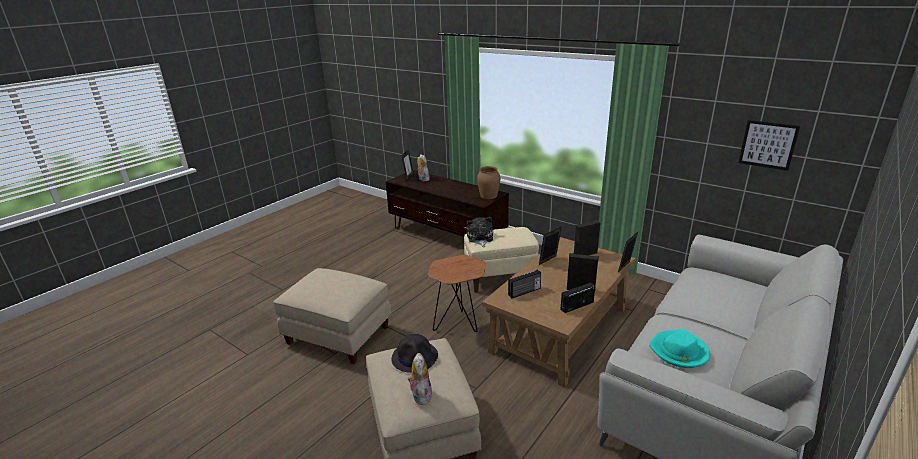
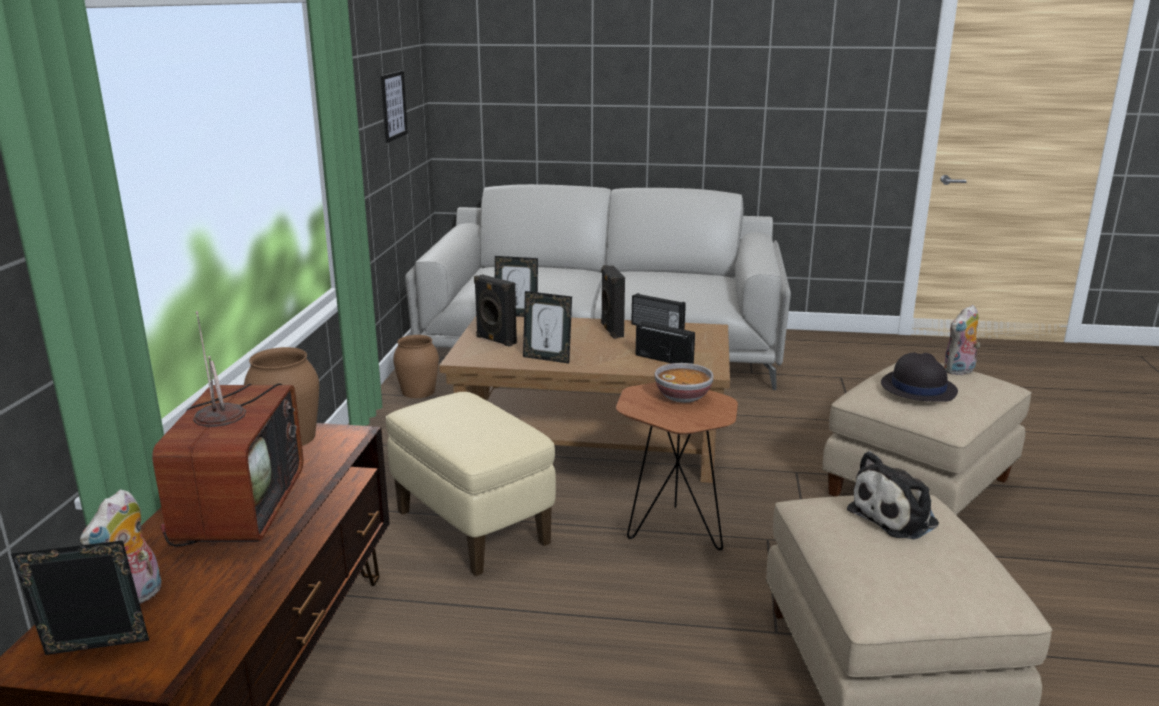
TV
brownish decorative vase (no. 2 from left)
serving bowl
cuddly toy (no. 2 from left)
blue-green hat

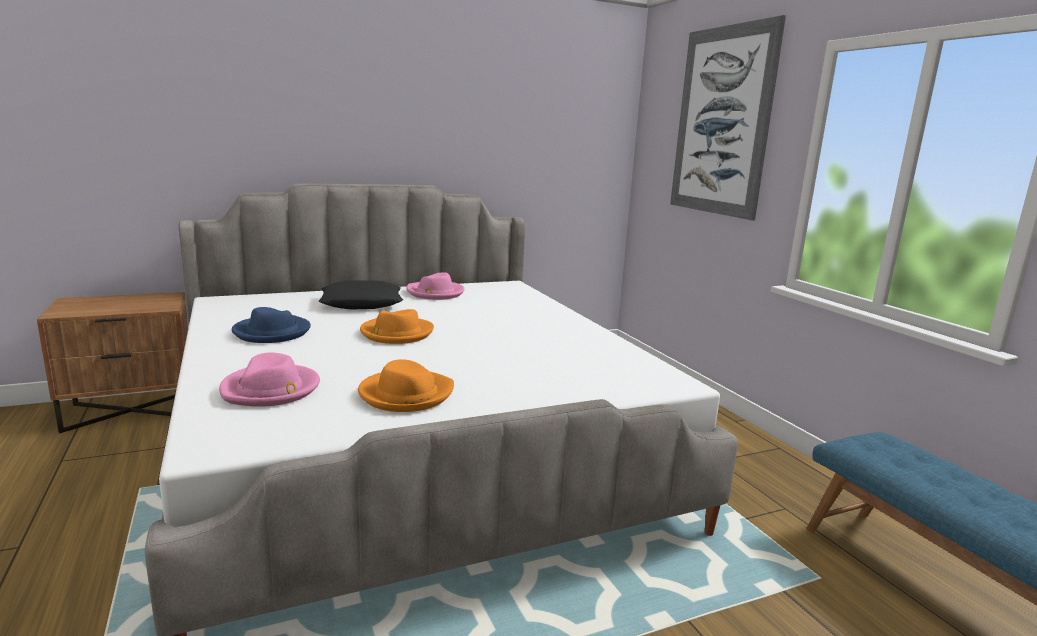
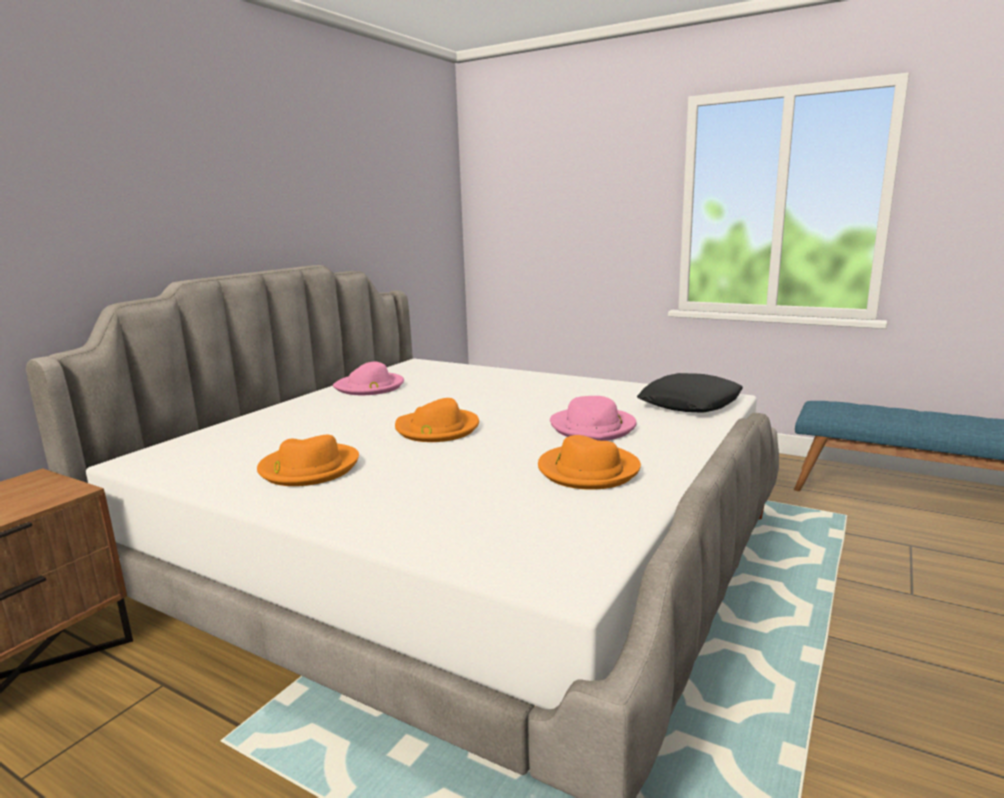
orange hat (no. 1 from left)
pink-coloured hat (no. 2 from left)
black pillow
picture

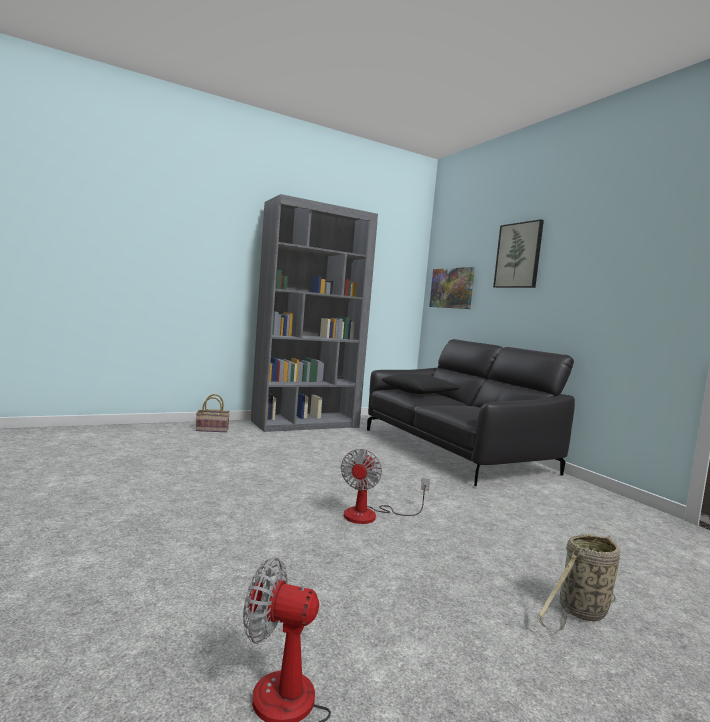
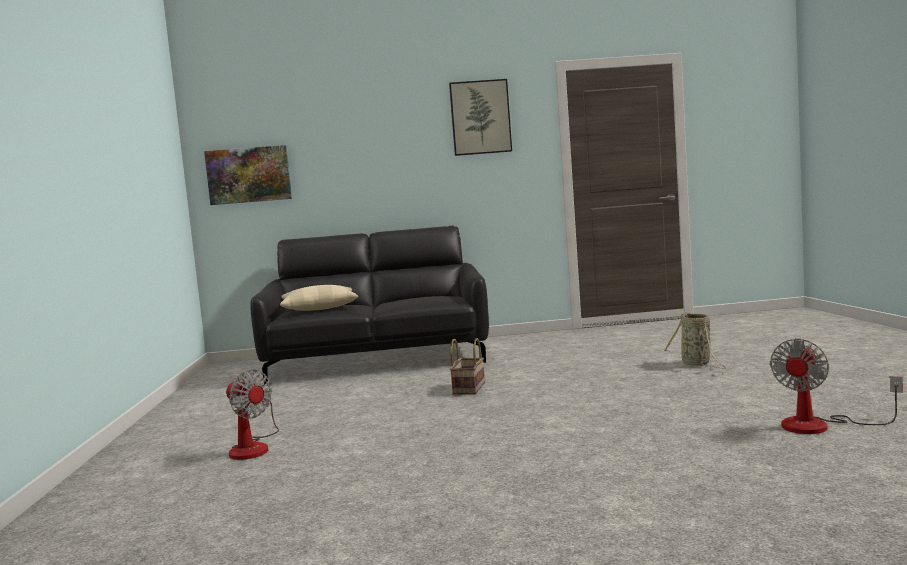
electric fan (no. 1 from left)
beige-coloured pillow
picture (no. 2 from left)
basket (no. 1 from left)
grey shelving unit

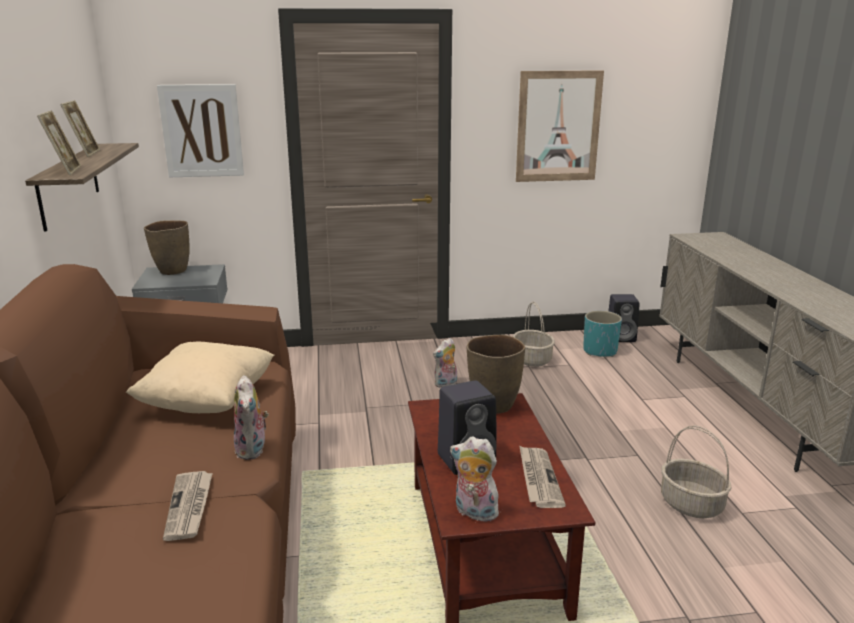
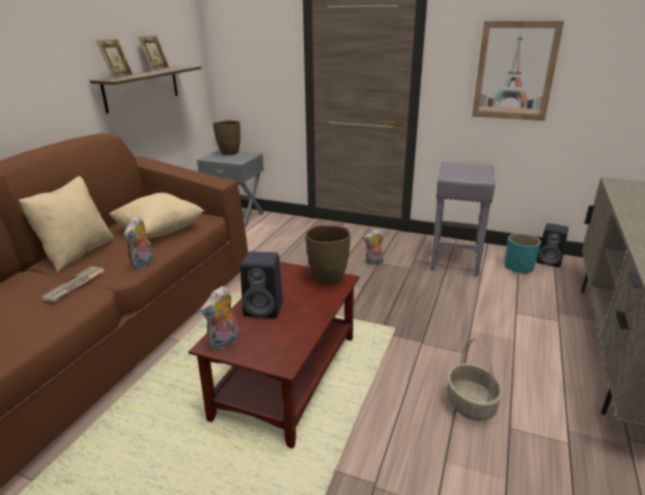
beige-coloured pillow (no. 1 from left)
cuddly toy (no. 2 from left)
grey stool
picture (no. 1 from left in the first image)
newspaper (no. 2 from left in the first image)

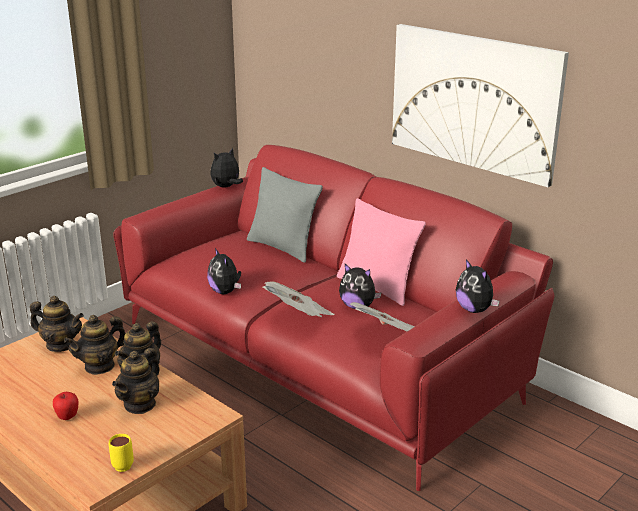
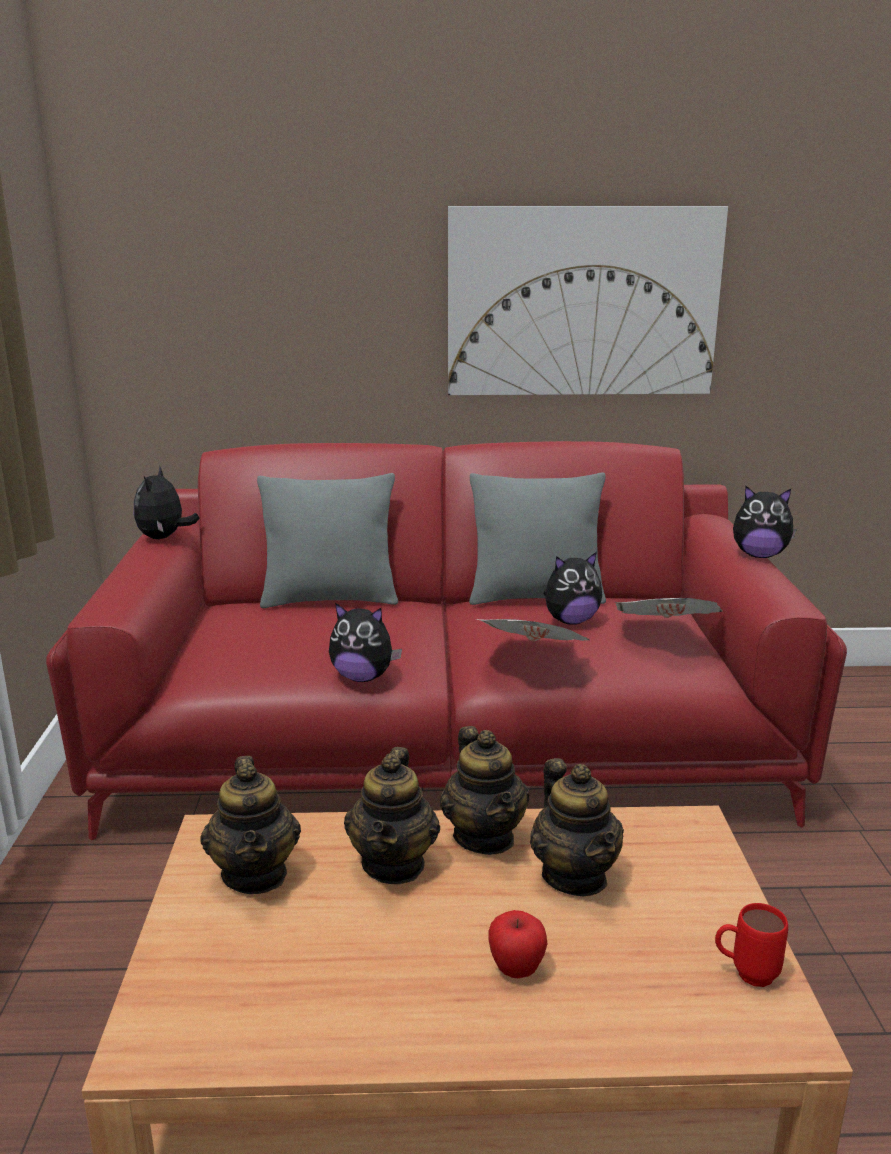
pot for tea (no. 1 from left)
grey pillow (no. 2 from left)
red mug

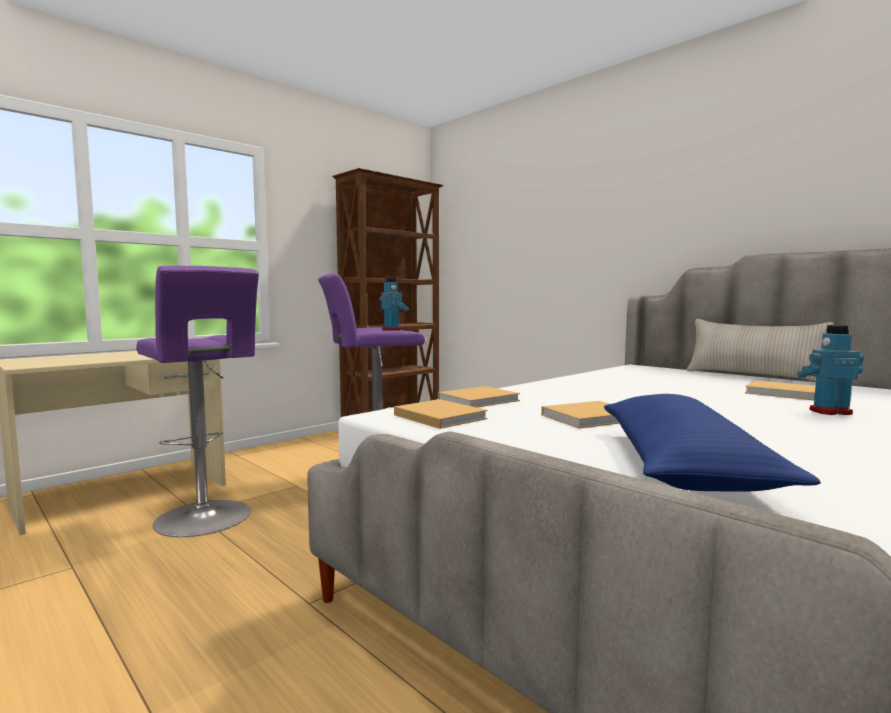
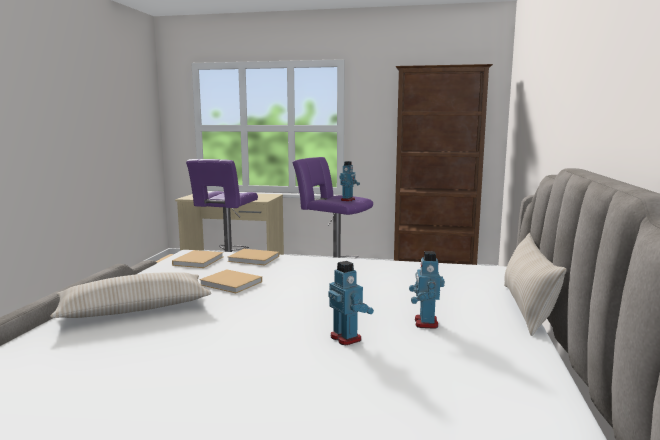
beige-coloured pillow (no. 1 from left)
robot figure (no. 3 from left)

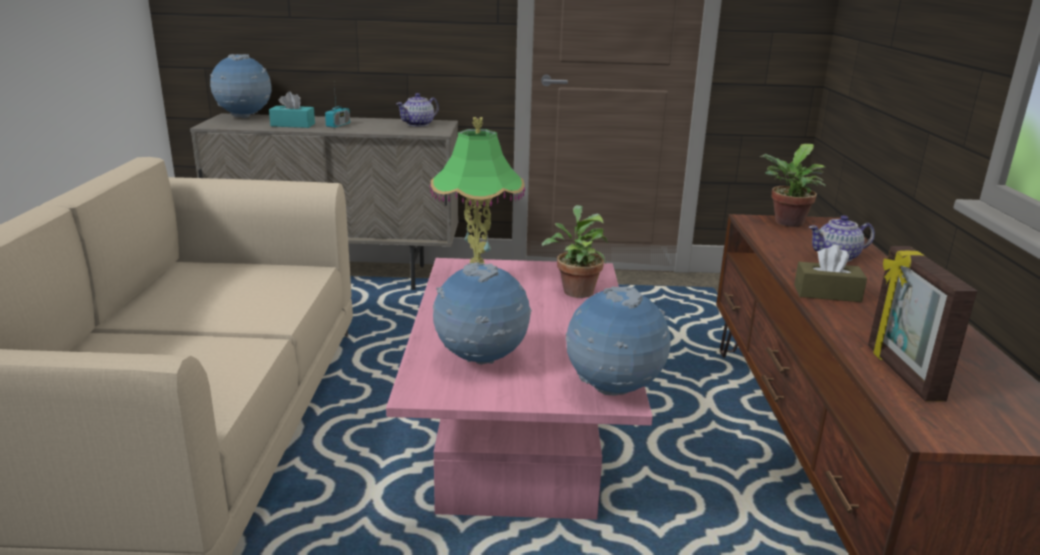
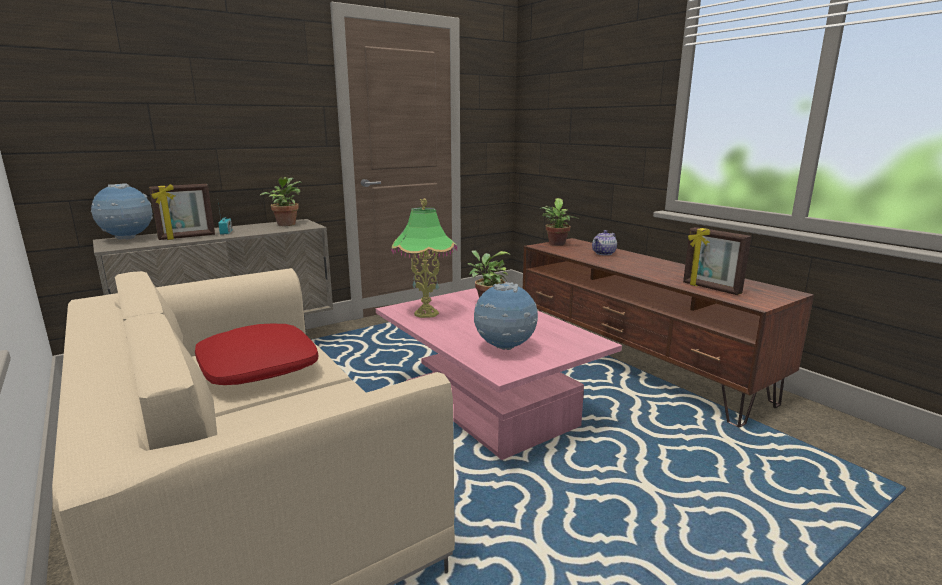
picture frame (no. 1 from left)
red pillow
houseplant (no. 1 from left)
world globe (no. 3 from left in the first image)
brownish tissue box

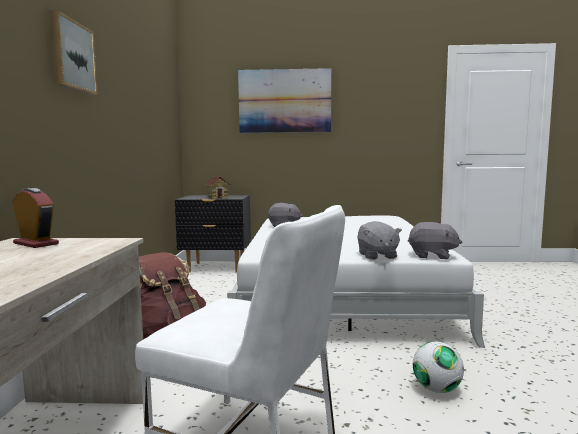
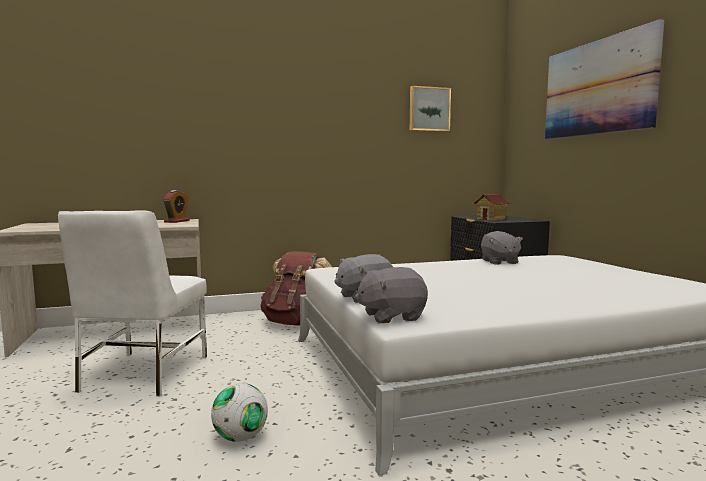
grey cuddly toy (no. 2 from left)
picture (no. 1 from left)

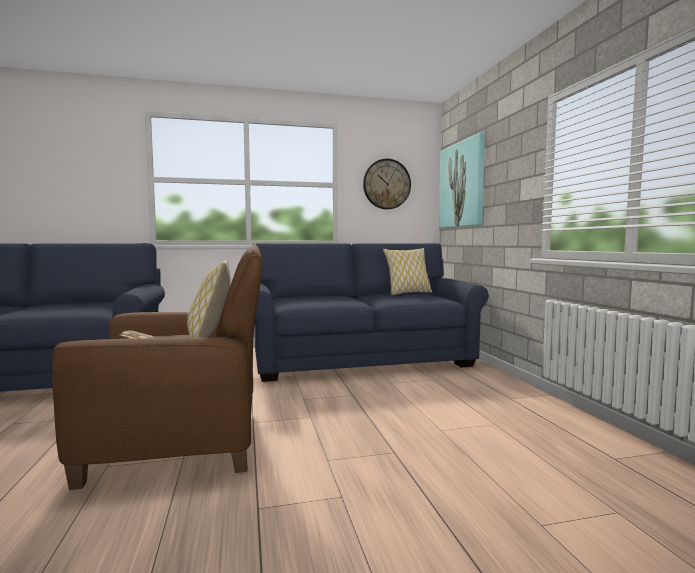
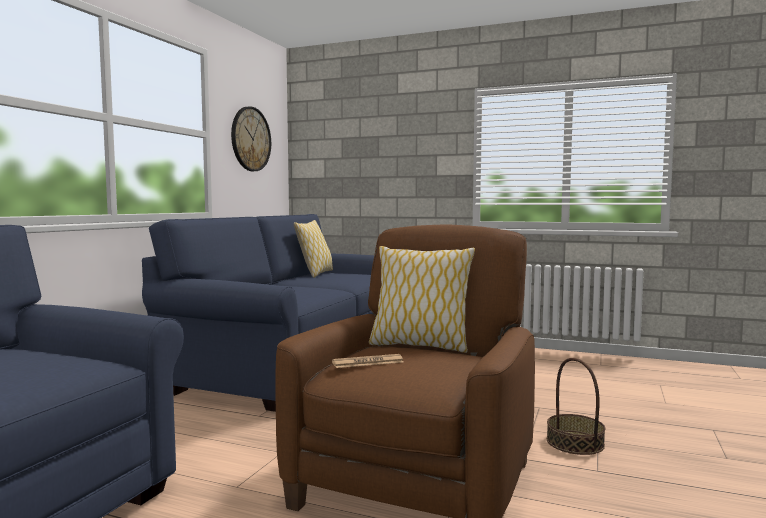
basket
picture

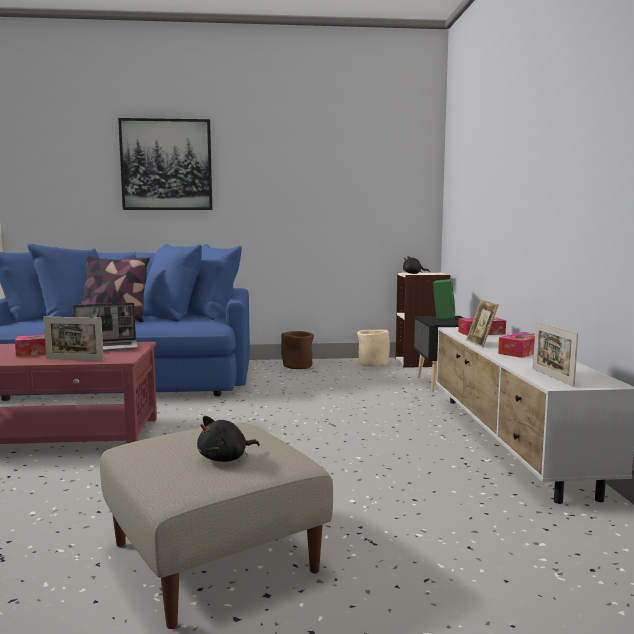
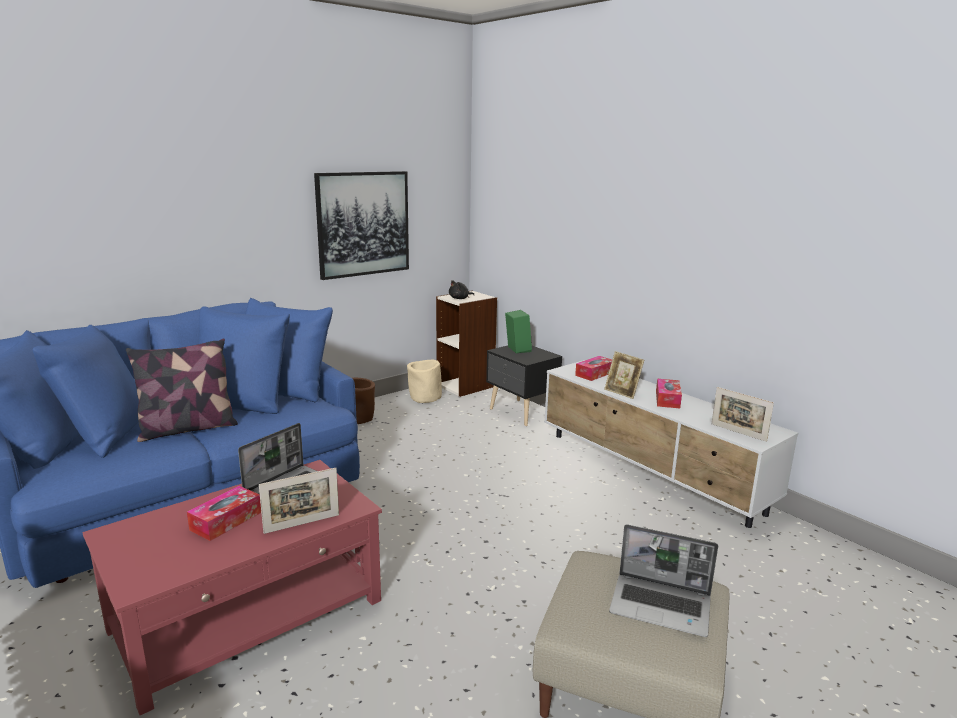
picture
notebook computer (no. 2 from left)

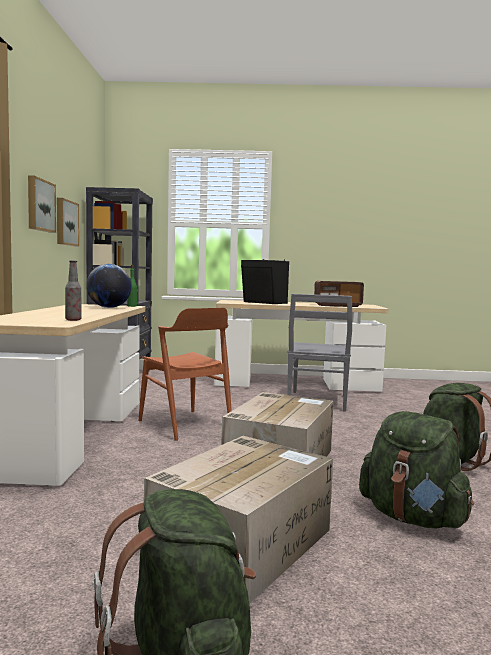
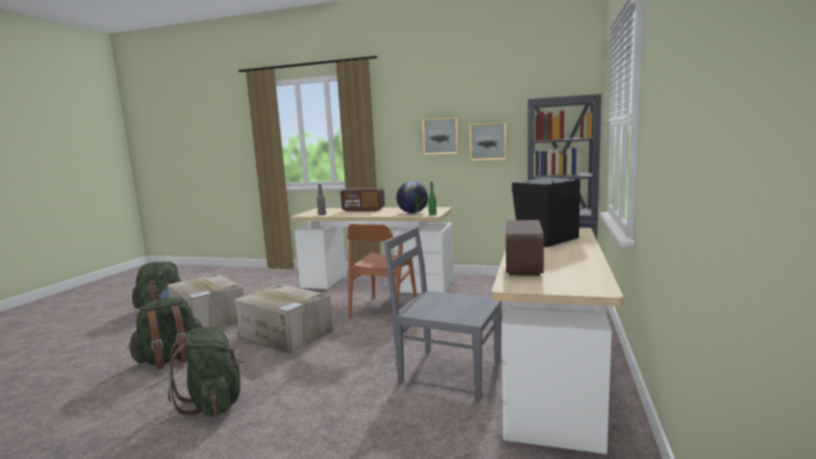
radio (no. 1 from left)
brownish plain chair

